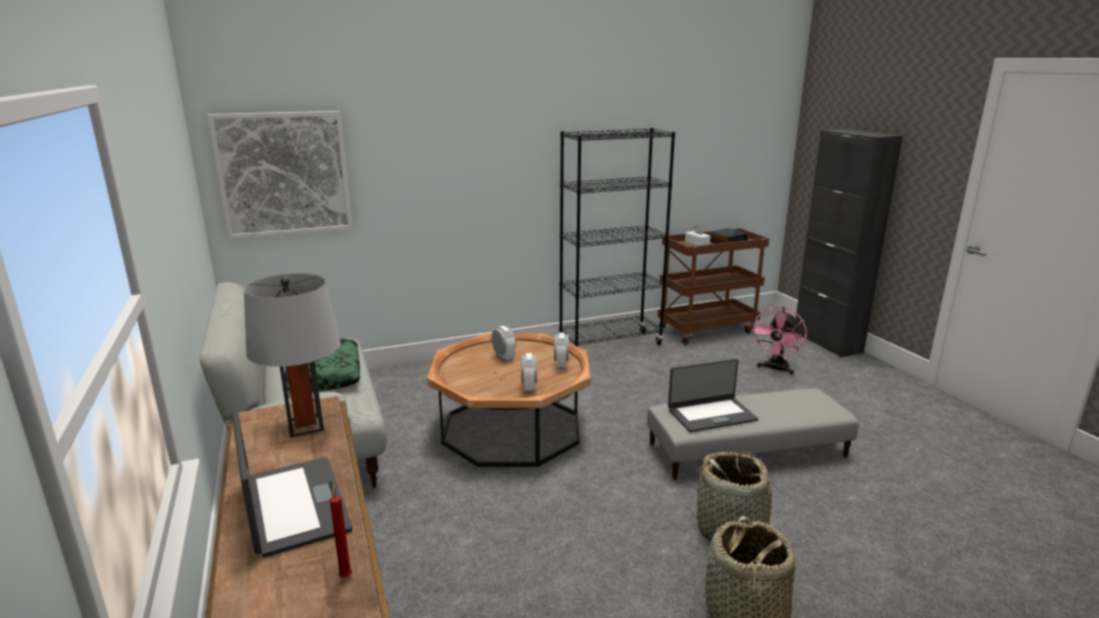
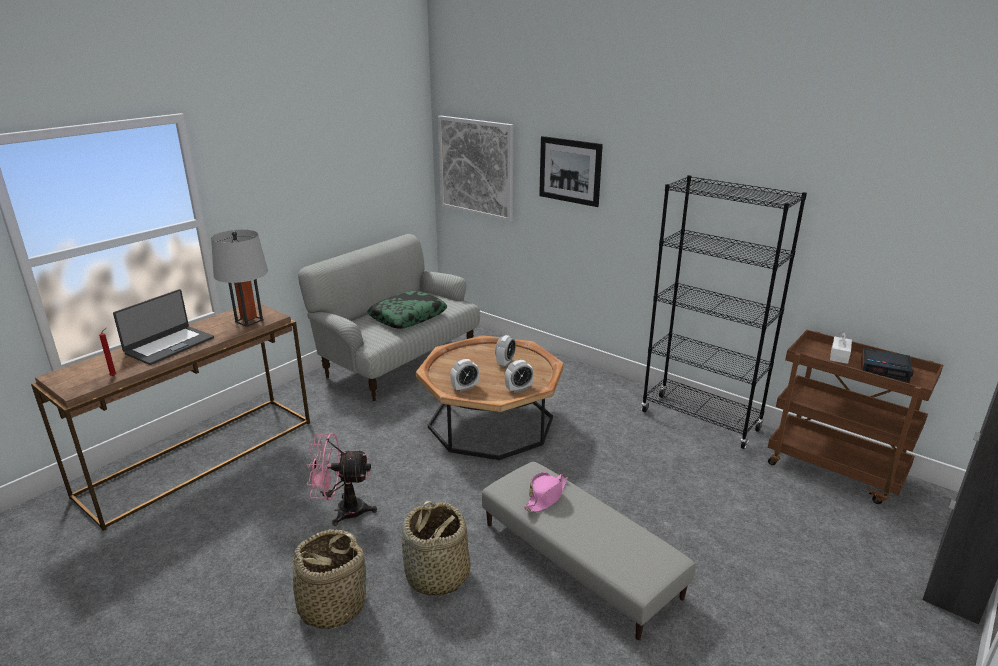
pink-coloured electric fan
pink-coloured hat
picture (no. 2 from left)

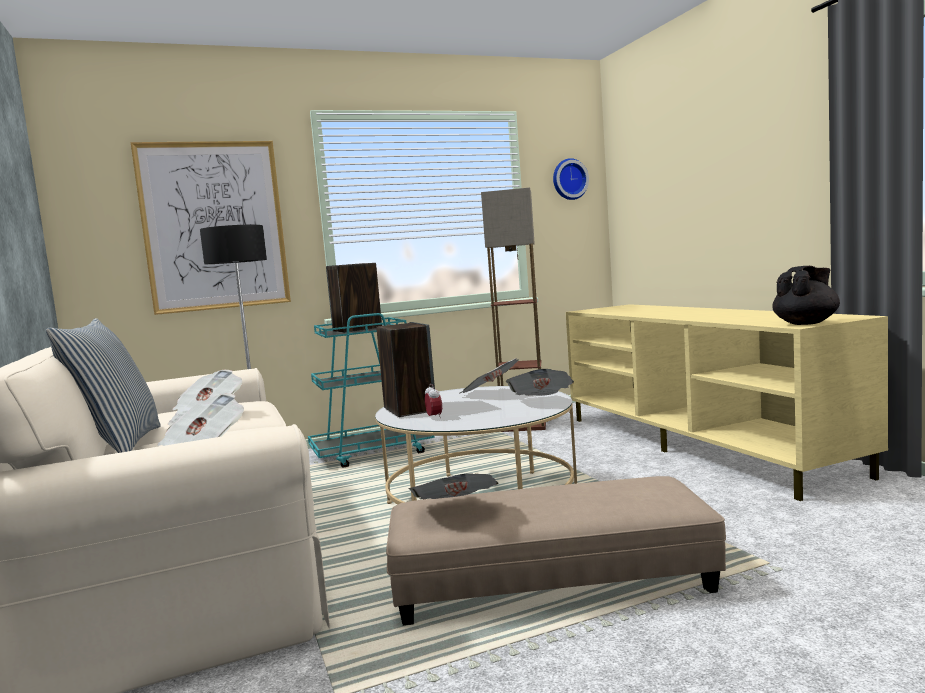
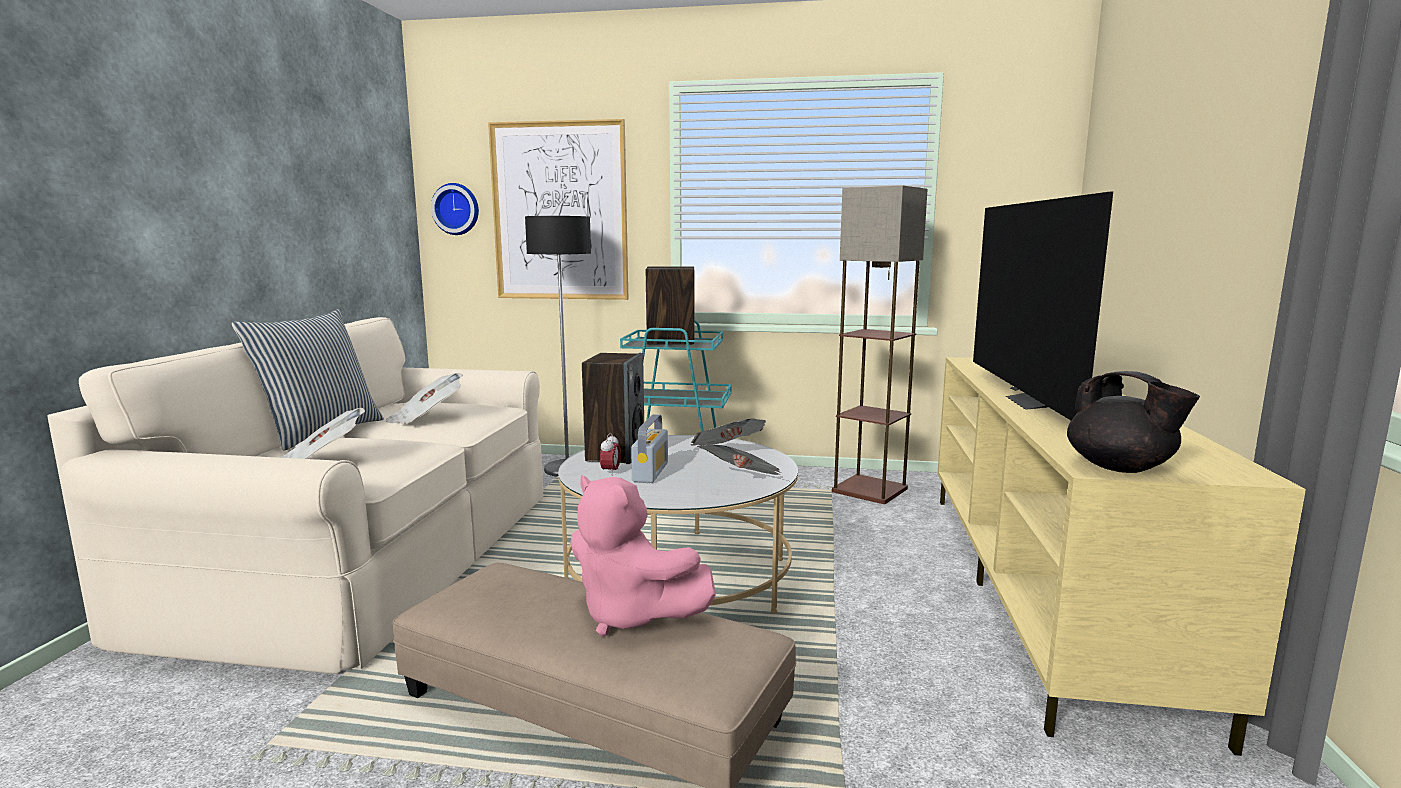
clock on the wall
pink-coloured cuddly toy
radio
TV
black pot for tea
newspaper (no. 3 from left in the first image)

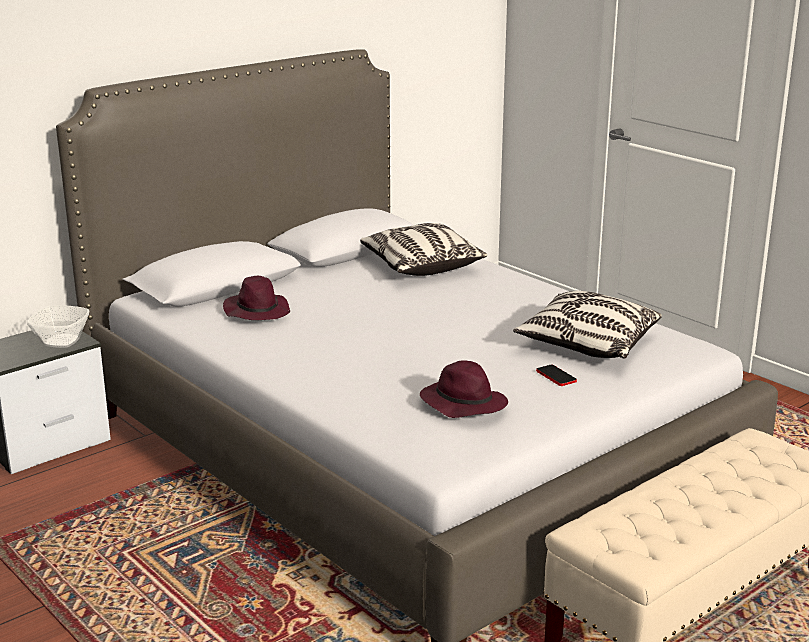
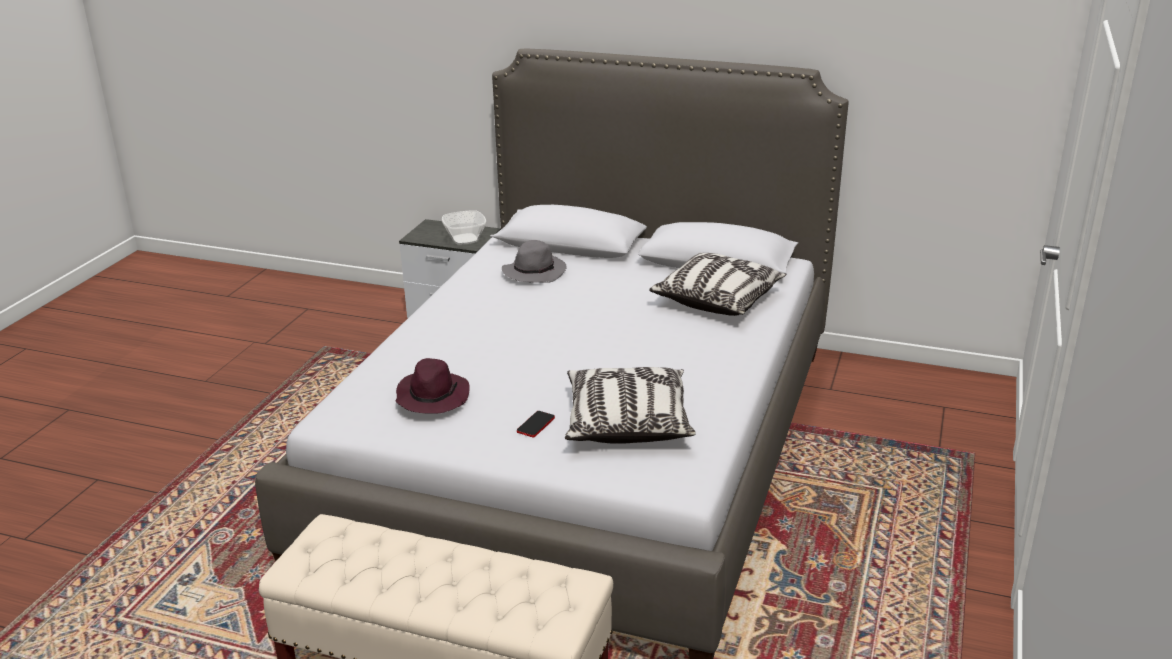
grey hat

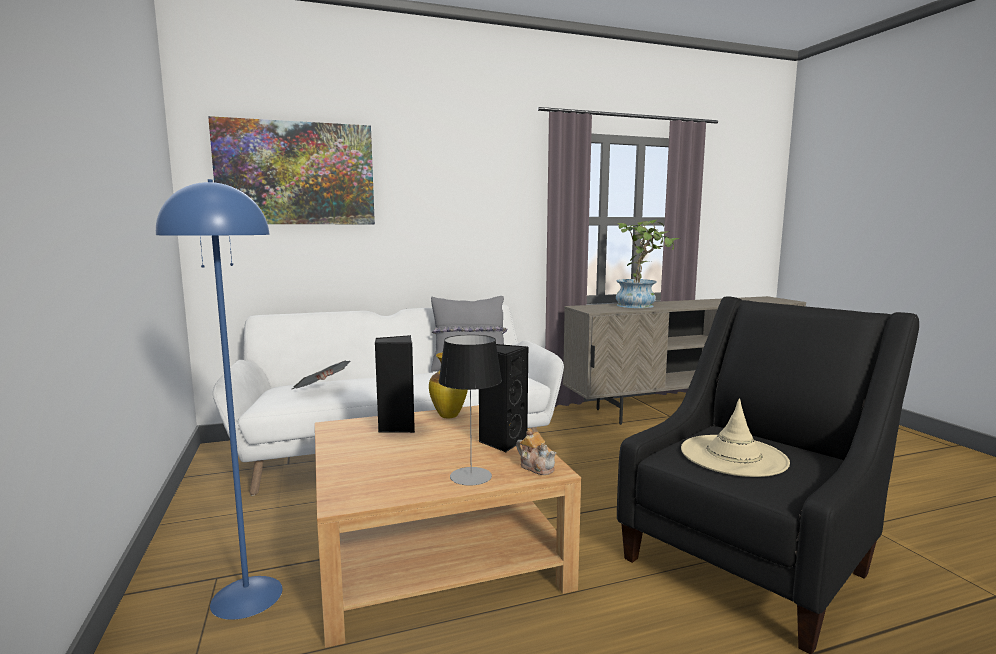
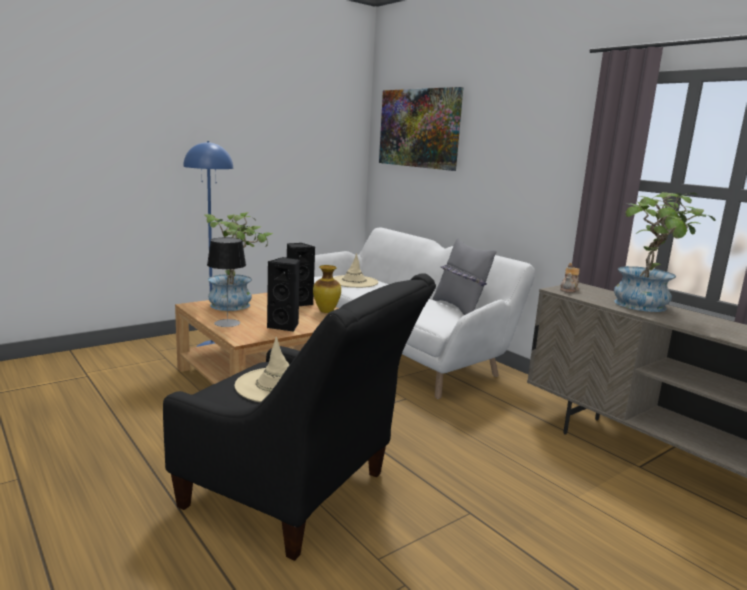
houseplant (no. 1 from left)
beige-coloured hat (no. 2 from left)
pot for tea

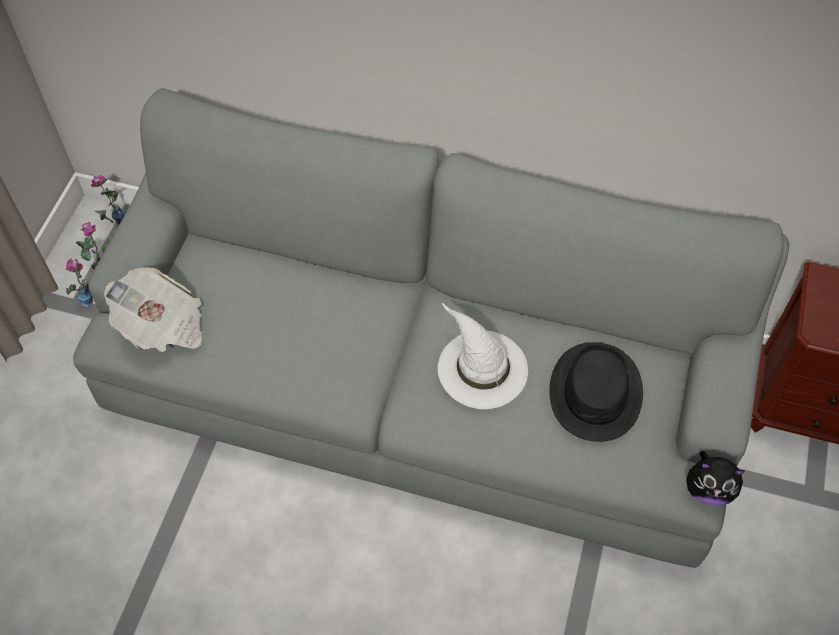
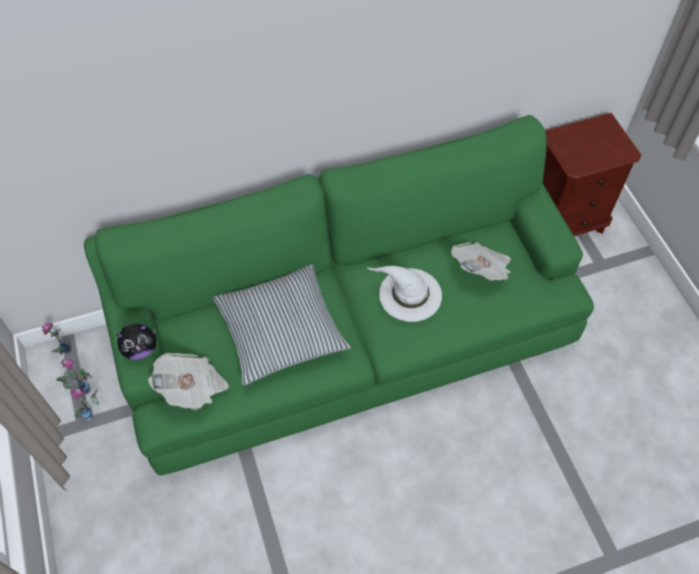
green-coloured sofa
cuddly toy
pillow
newspaper (no. 2 from left)

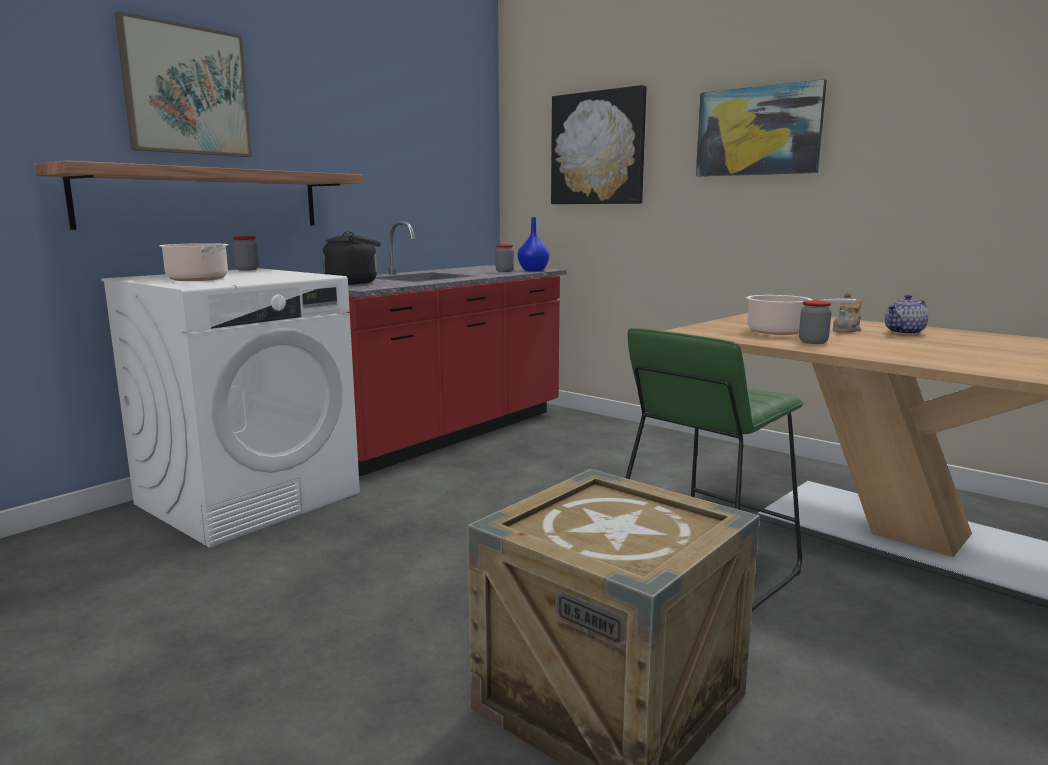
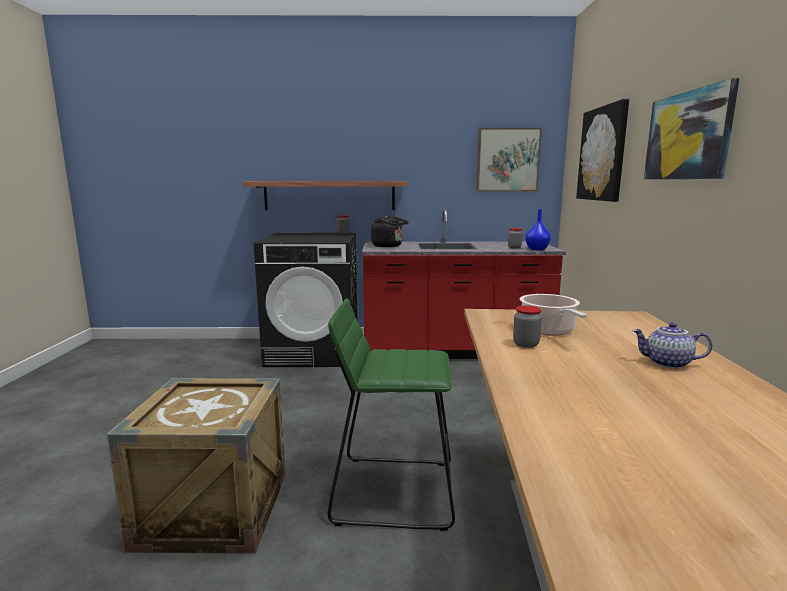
black laundry machine
picture (no. 1 from left)
cooking pot (no. 1 from left in the first image)
pot for tea (no. 1 from left in the first image)

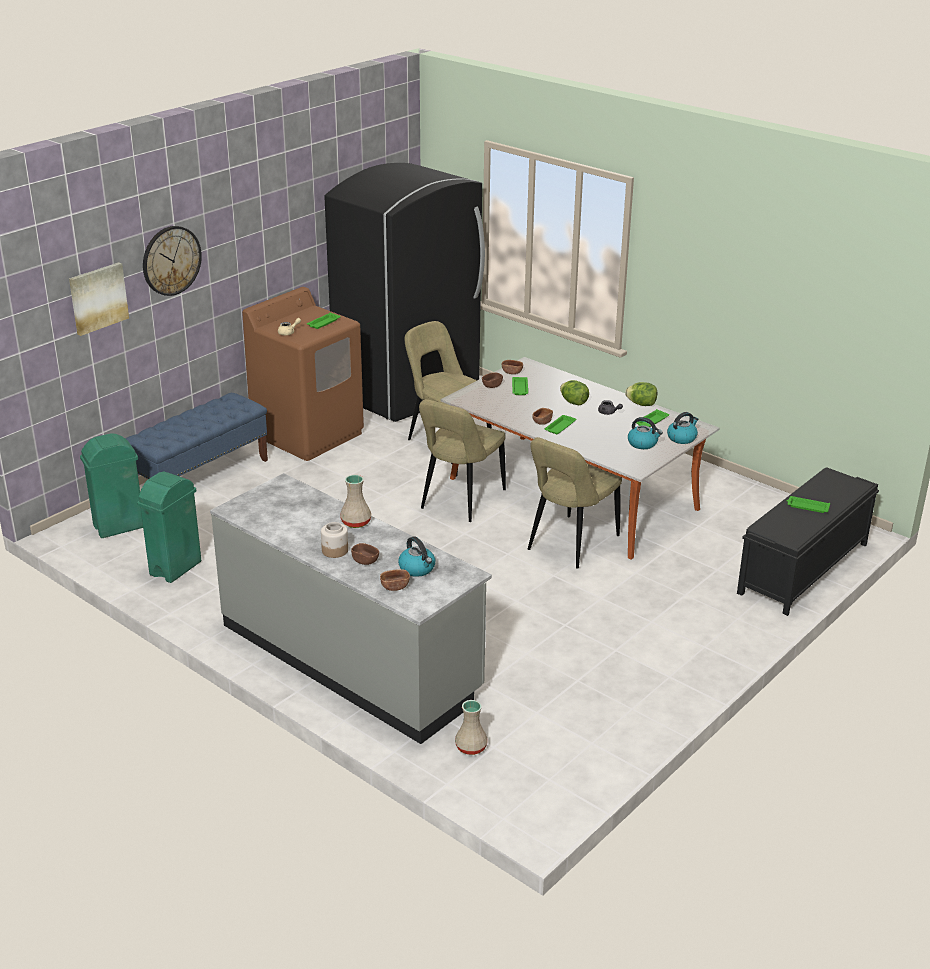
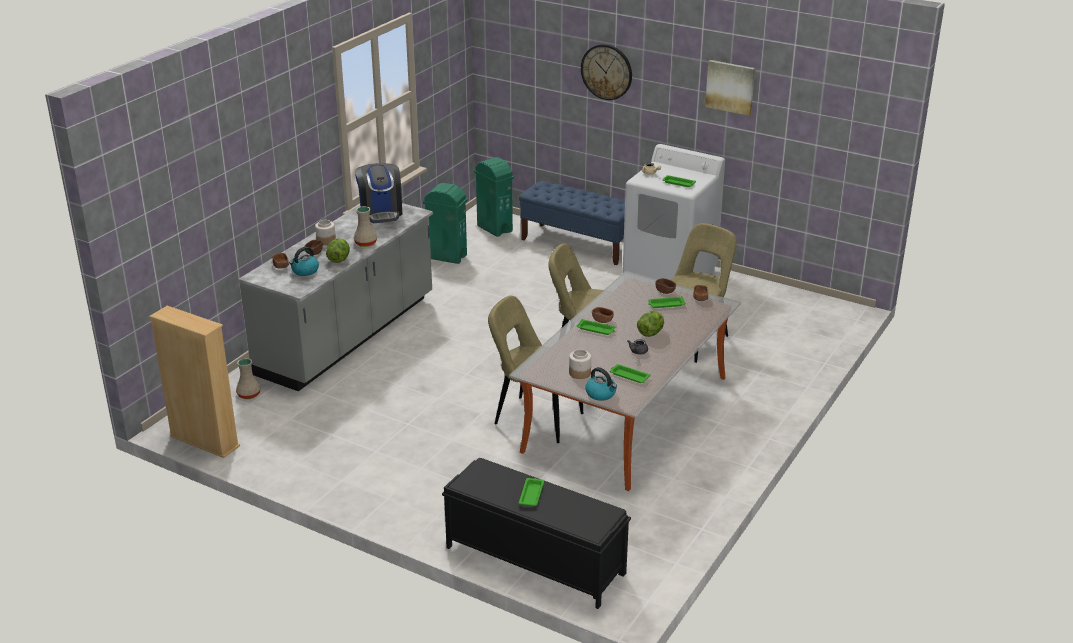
beige-coloured shelving unit
head of lettuce (no. 1 from left)
coffee machine
jar (no. 2 from left)
white laundry machine
picture
black kitchen fridge

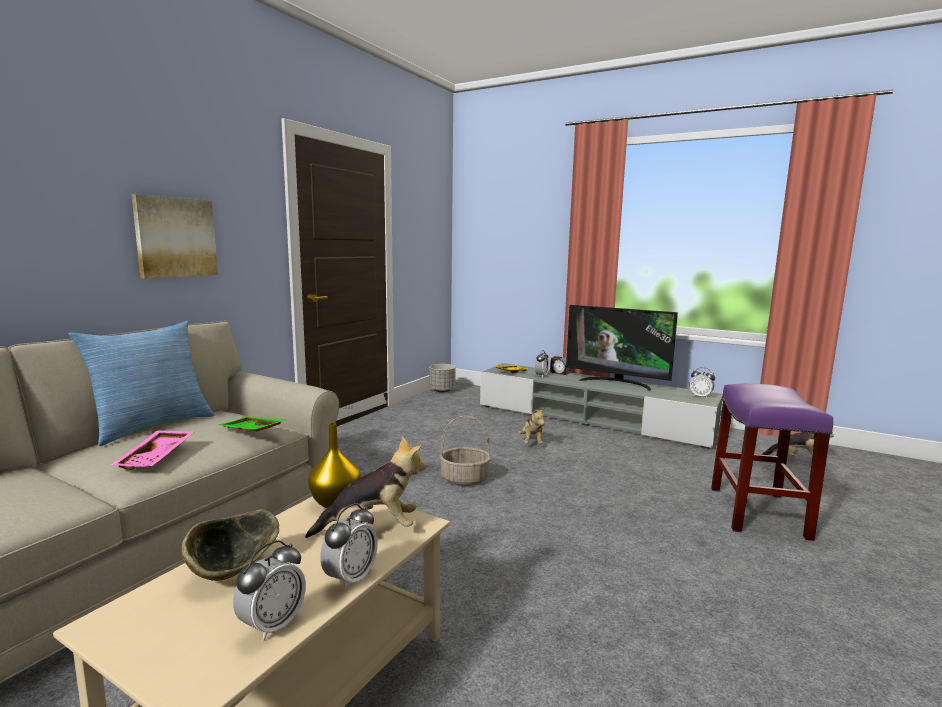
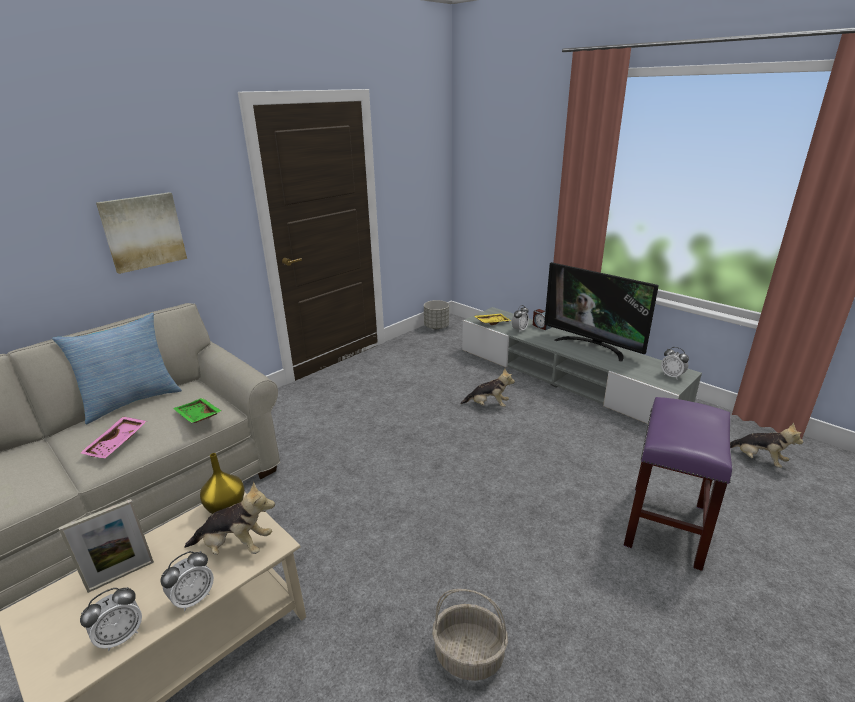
picture frame
basket
cuddly toy (no. 2 from left)

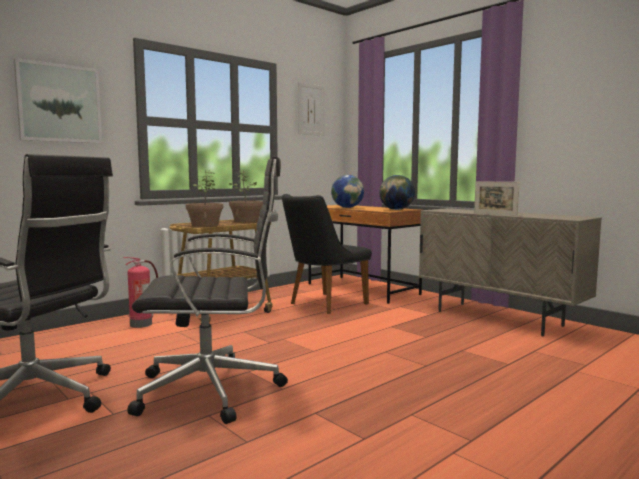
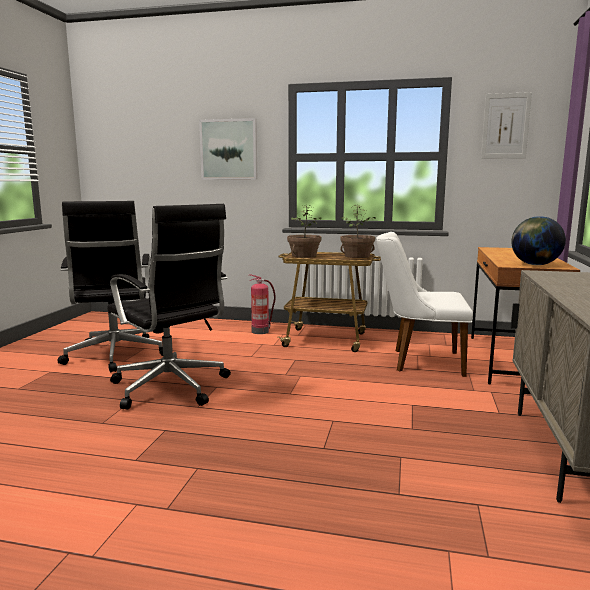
white plain chair
world globe (no. 1 from left in the first image)
picture frame

